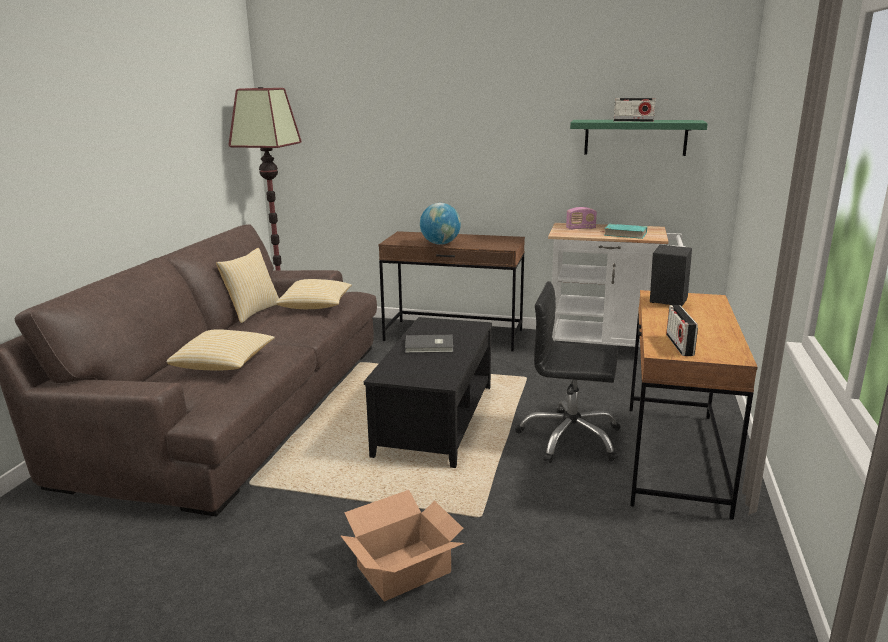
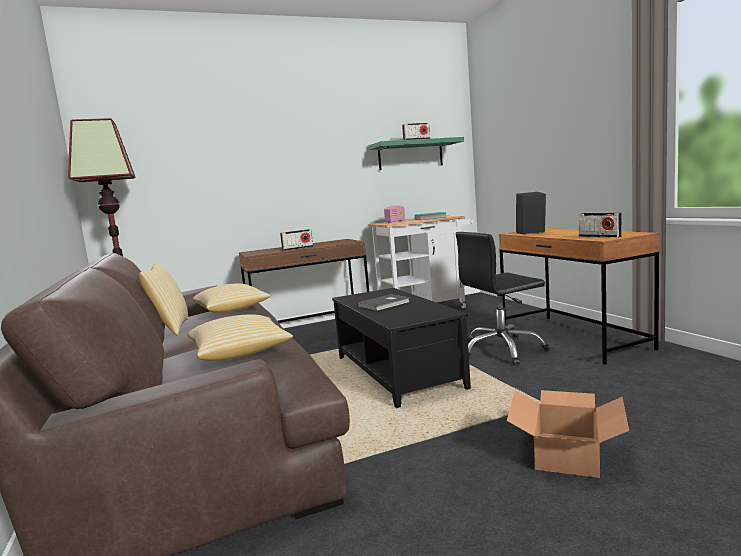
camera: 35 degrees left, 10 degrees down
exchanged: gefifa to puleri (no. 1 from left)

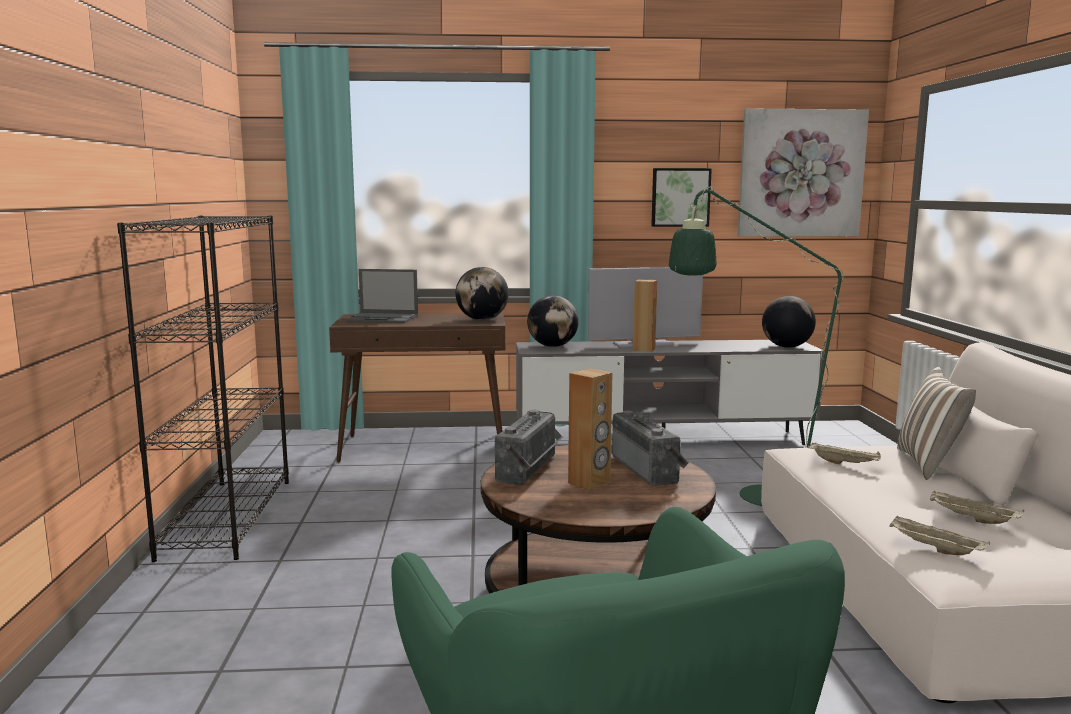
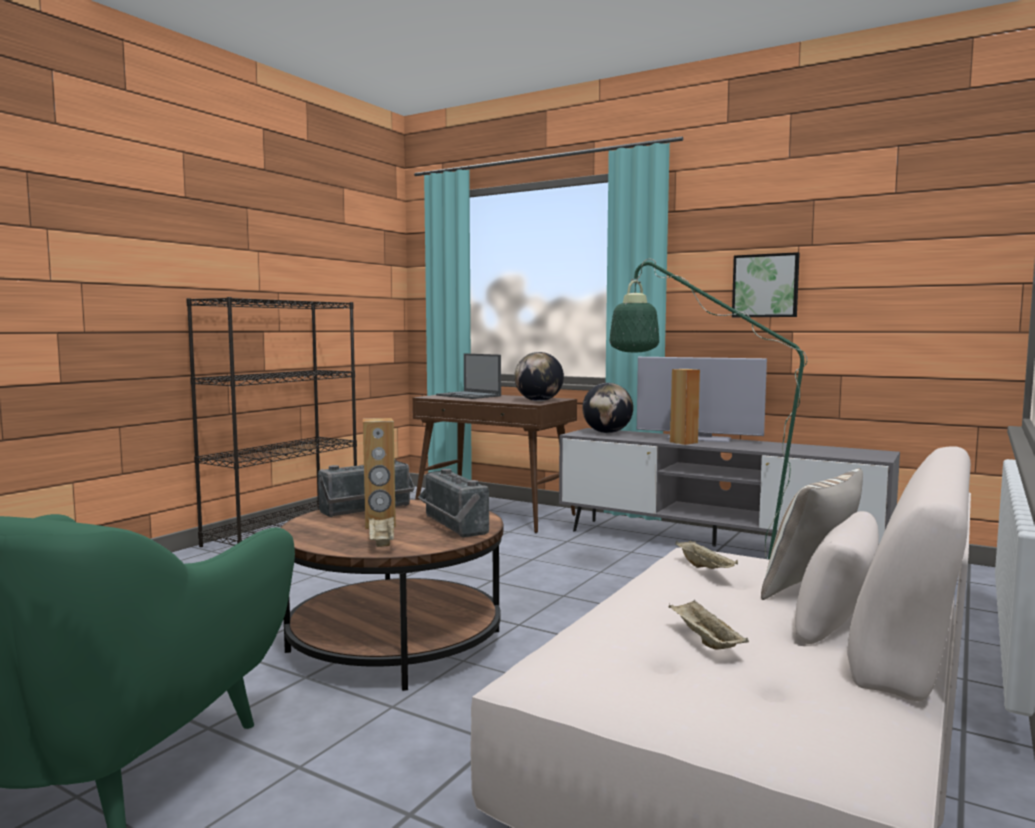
camera: 35 degrees right, 5 degrees down
missing: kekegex (no. 2 from left); gefifa (no. 3 from left)
relocated: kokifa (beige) (no. 2 from left in the first image) to kokifa (beige) (no. 1 from left)
spun: puleri (no. 2 from left) 135 degrees clockwise

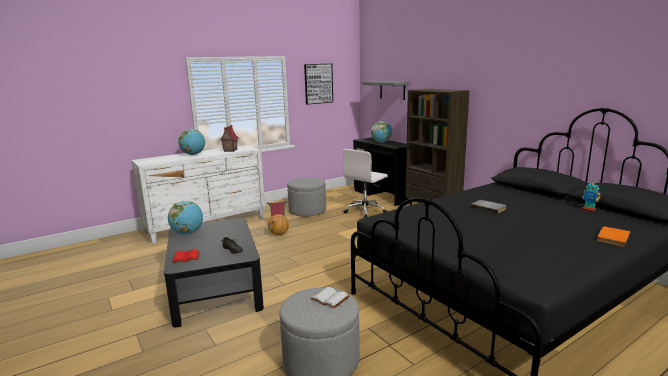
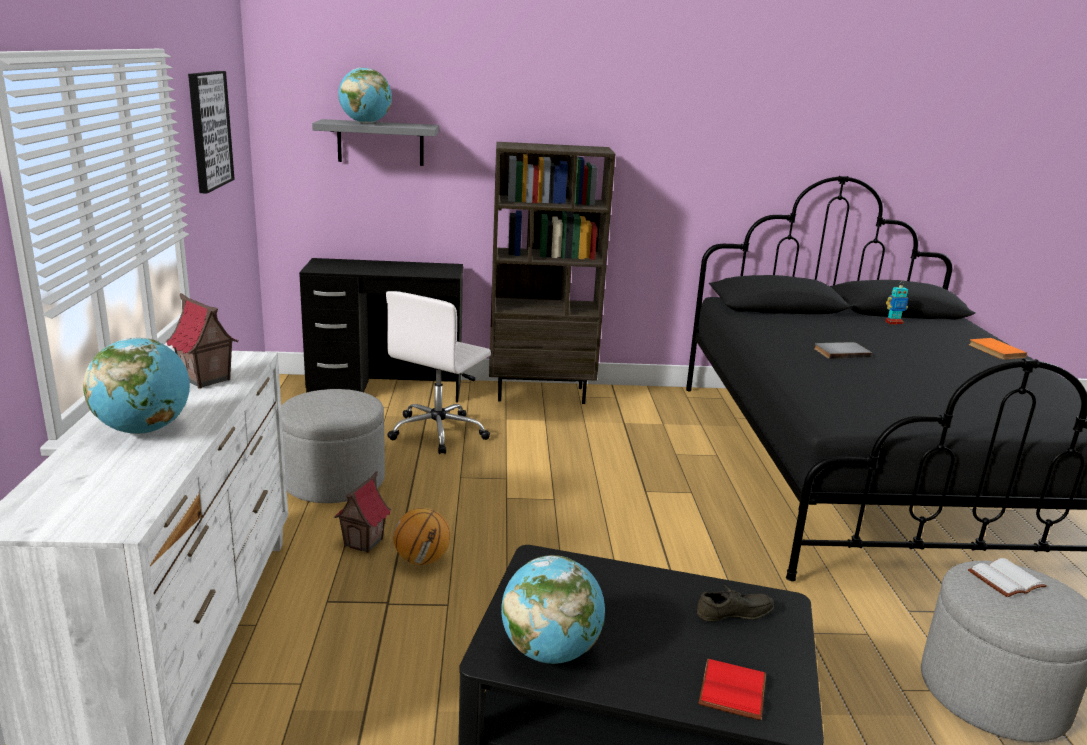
camera: 60 degrees left, 5 degrees up
relocated: gefifa (no. 3 from left in the first image) to gefifa (no. 2 from left)
spun: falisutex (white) 45 degrees clockwise

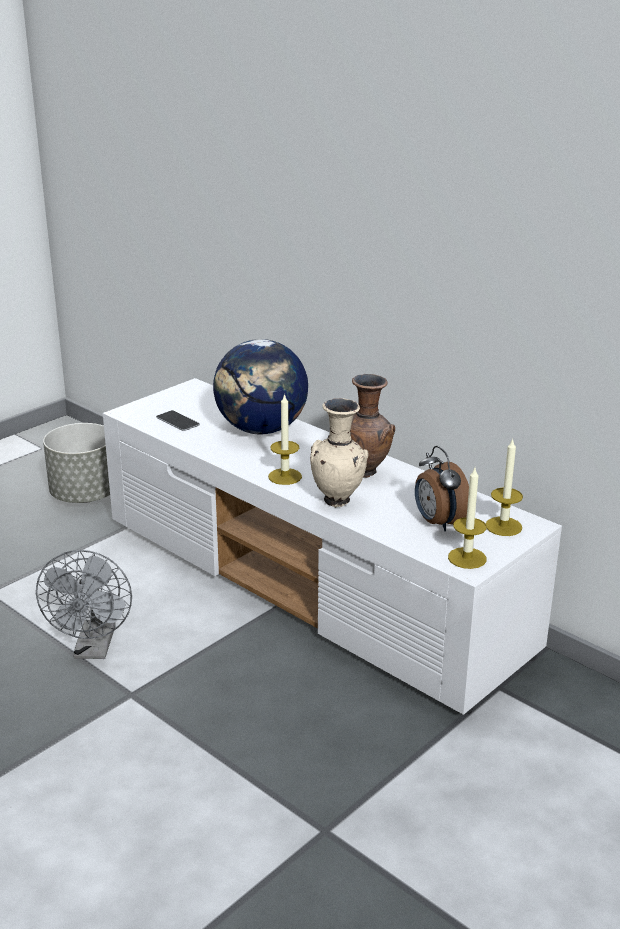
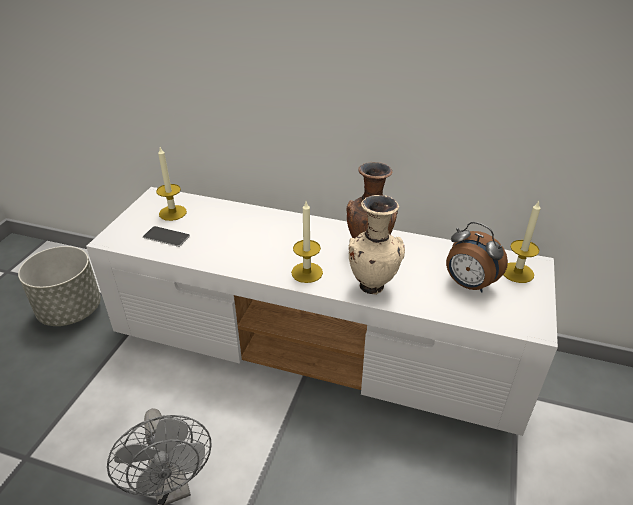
camera: 25 degrees left, 10 degrees up
missing: gefifa
relocated: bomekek (no. 2 from left in the first image) to bomekek (no. 1 from left)

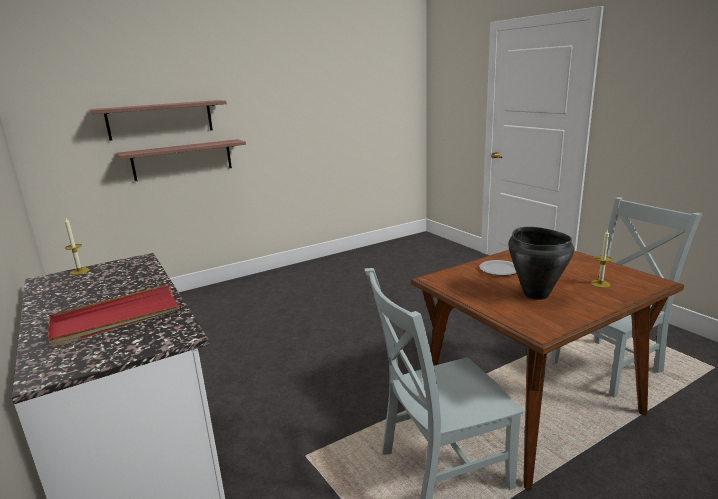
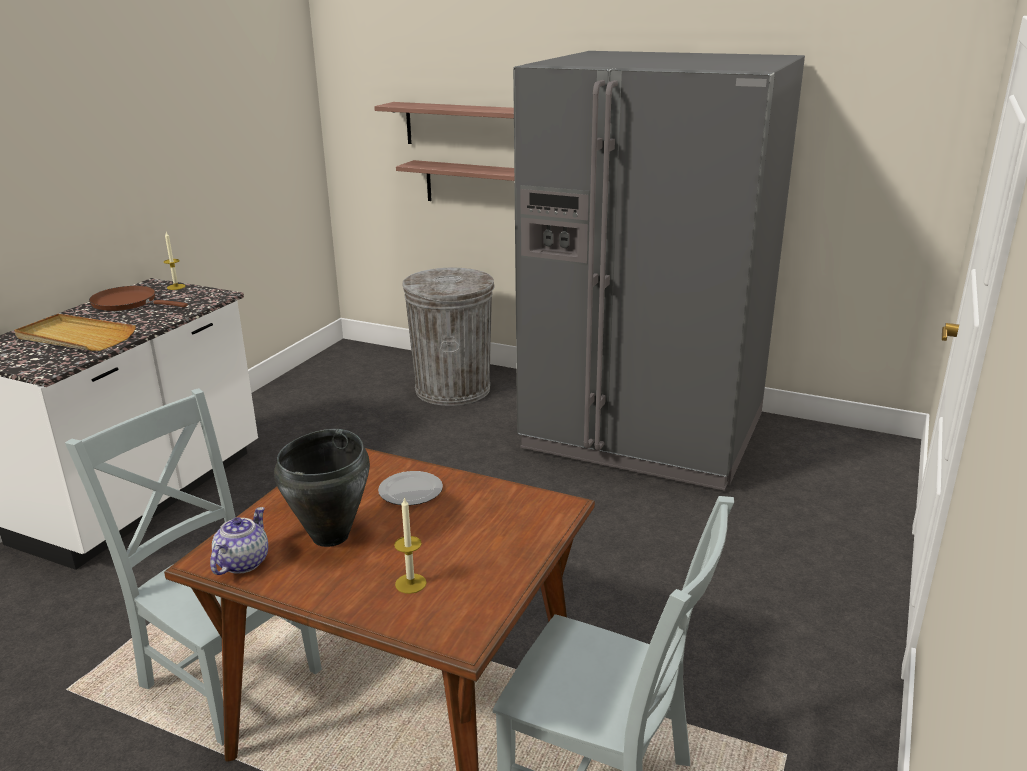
camera: 55 degrees right, 5 degrees up
appeared: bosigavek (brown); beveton; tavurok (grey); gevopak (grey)
colour: kokifa (red) to kokifa (beige)

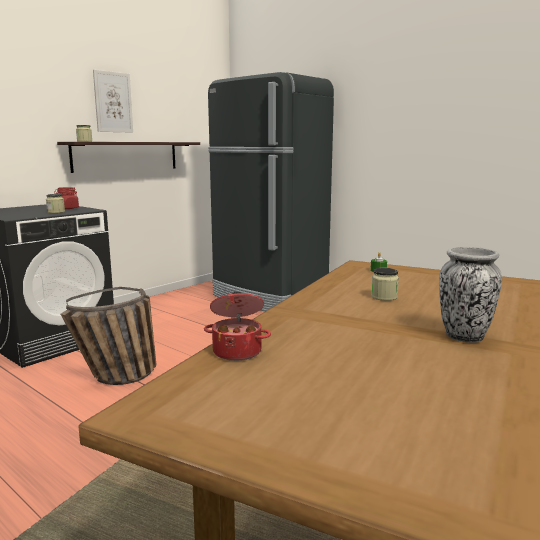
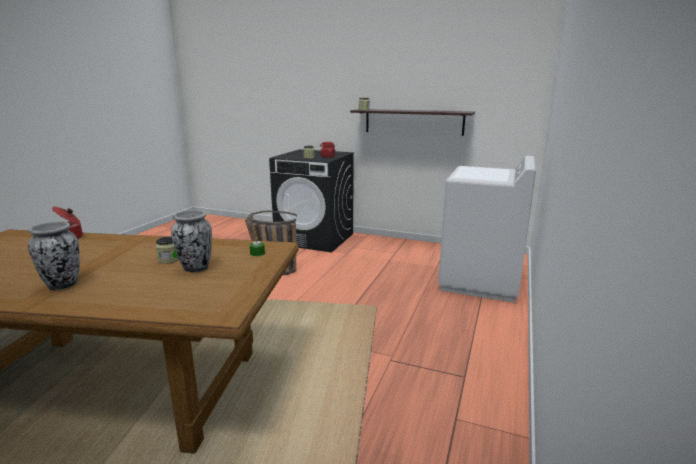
camera: 70 degrees right, 5 degrees up
missing: kekegex
appeared: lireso (no. 2 from left)
exchanged: gevopak (black) to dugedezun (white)

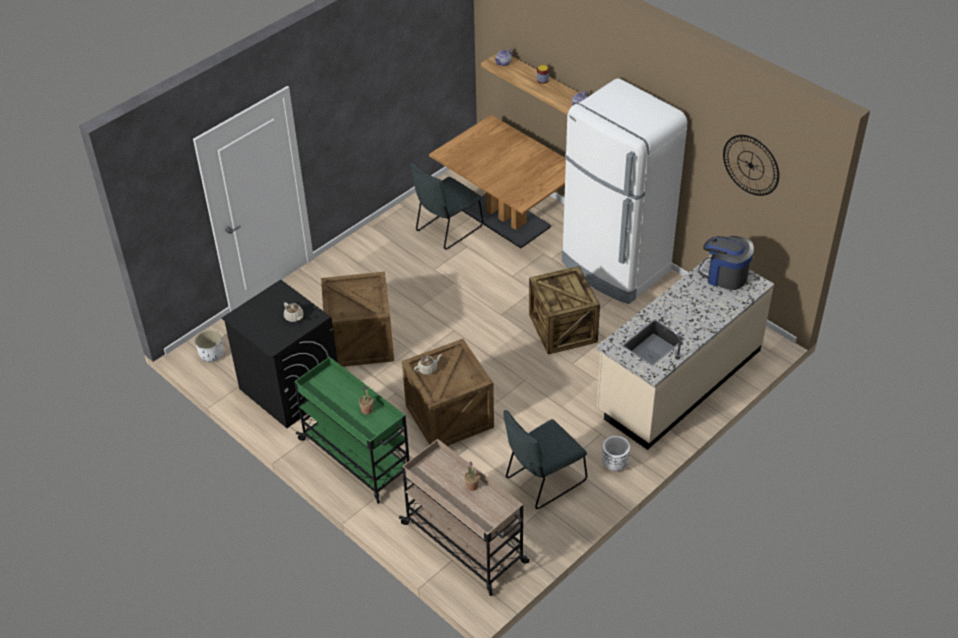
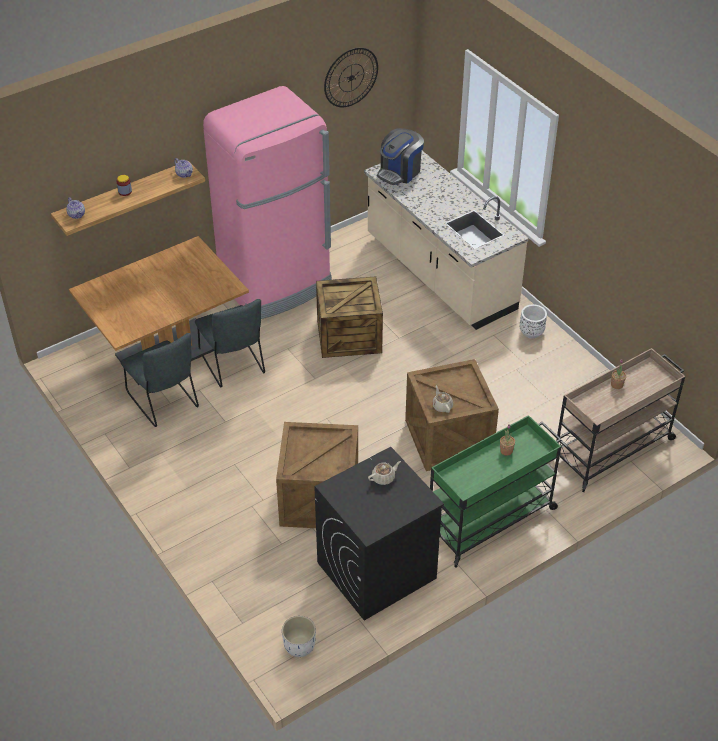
camera: 80 degrees left, 0 degrees up
relocated: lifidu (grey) (no. 2 from left)
colour: gevopak (white) to gevopak (pink)

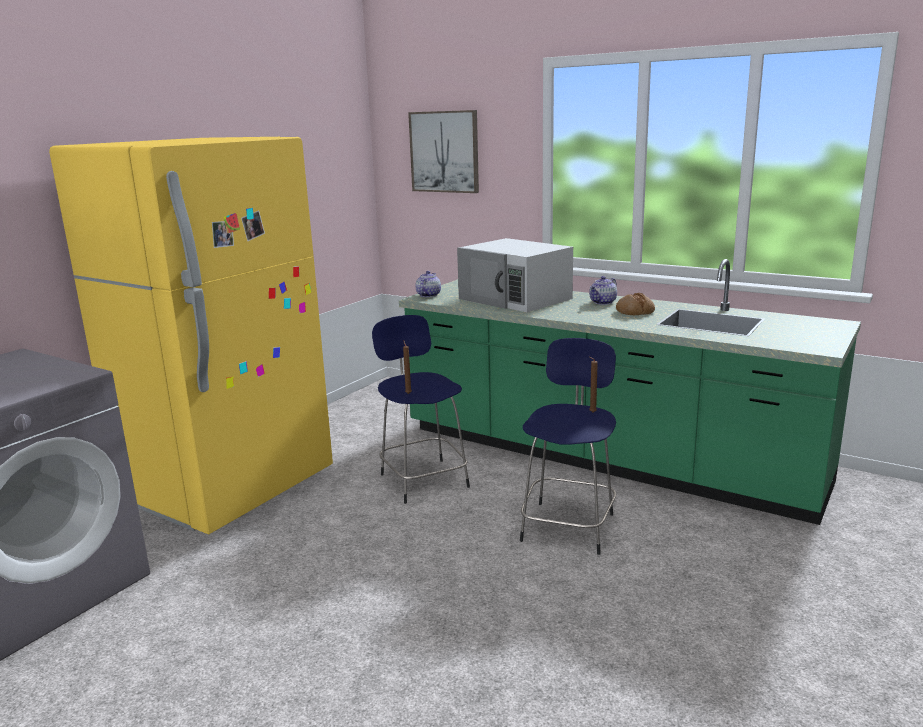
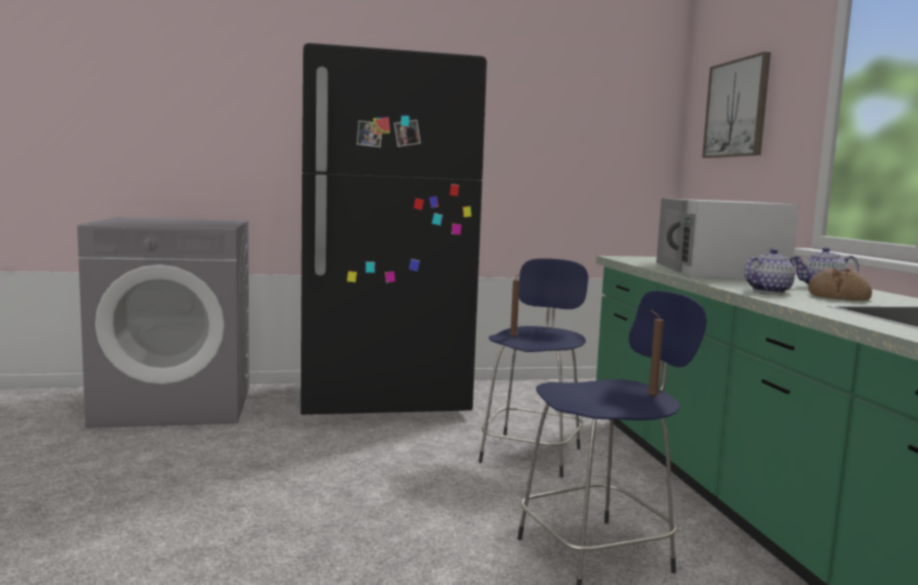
camera: 45 degrees right, 10 degrees down
relocated: beveton (no. 1 from left)
colour: gevopak (yellow) to gevopak (black)

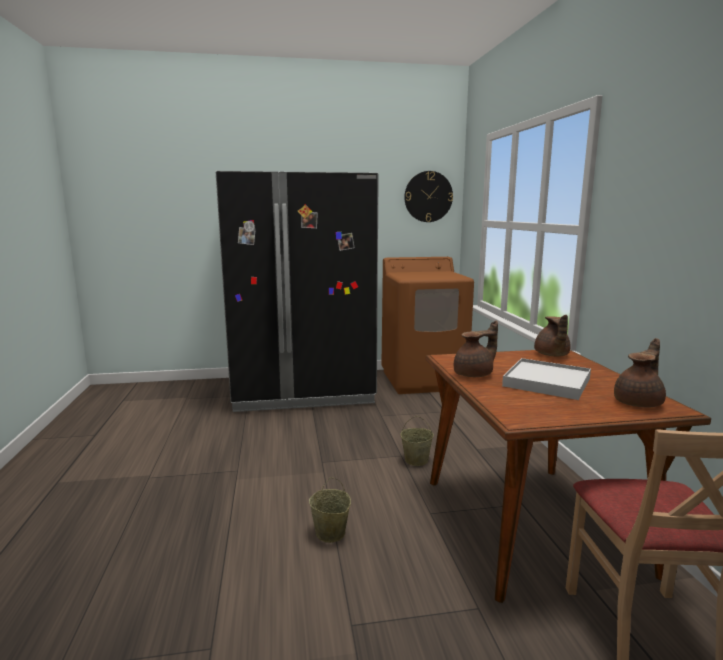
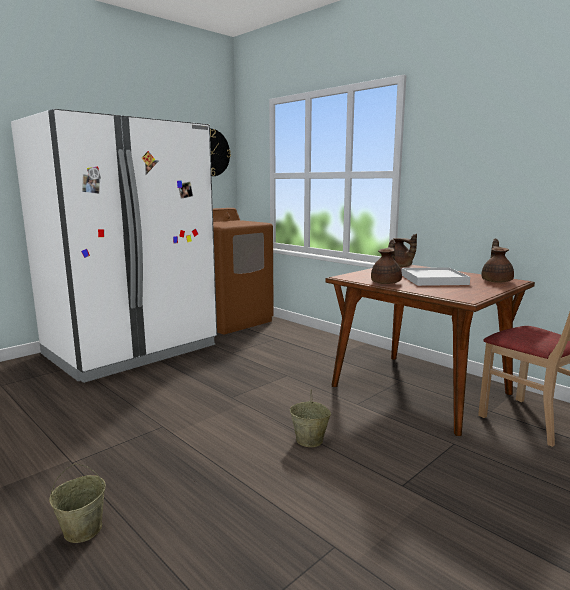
camera: 35 degrees left, 0 degrees up
relocated: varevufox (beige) (no. 2 from left in the first image) to varevufox (beige) (no. 1 from left)
colour: gevopak (black) to gevopak (white)

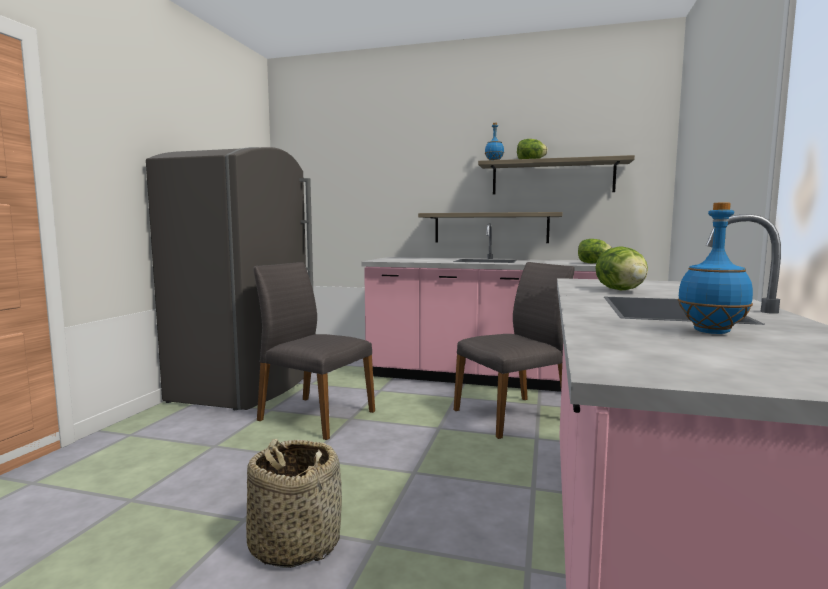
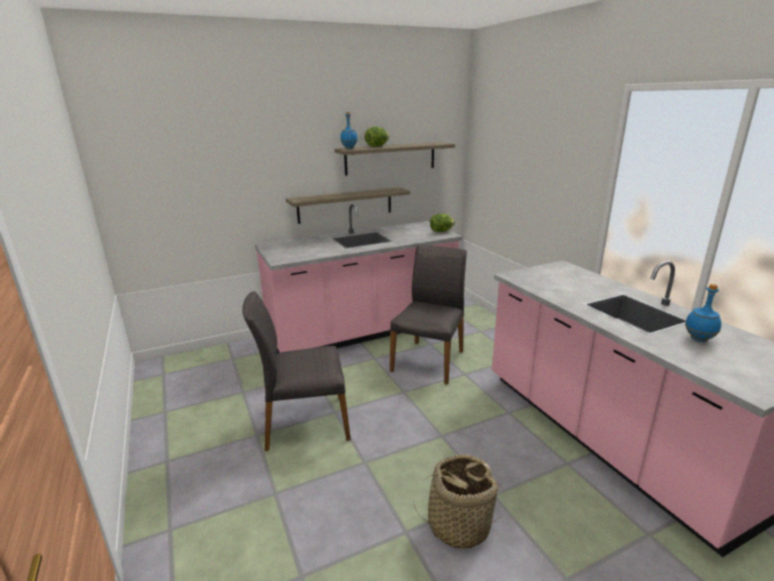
camera: 40 degrees left, 15 degrees up
missing: gevopak (grey); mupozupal (no. 3 from left)

